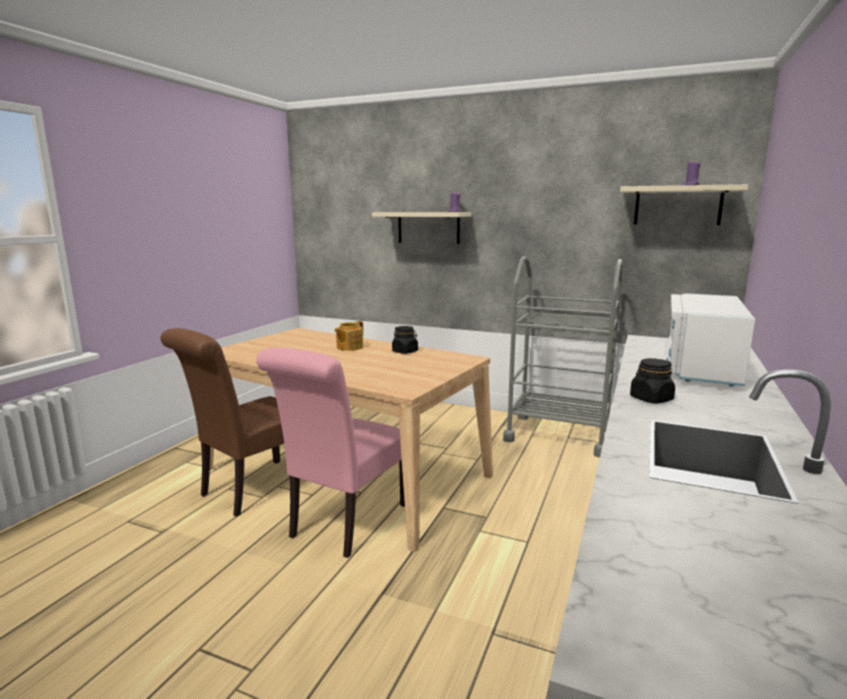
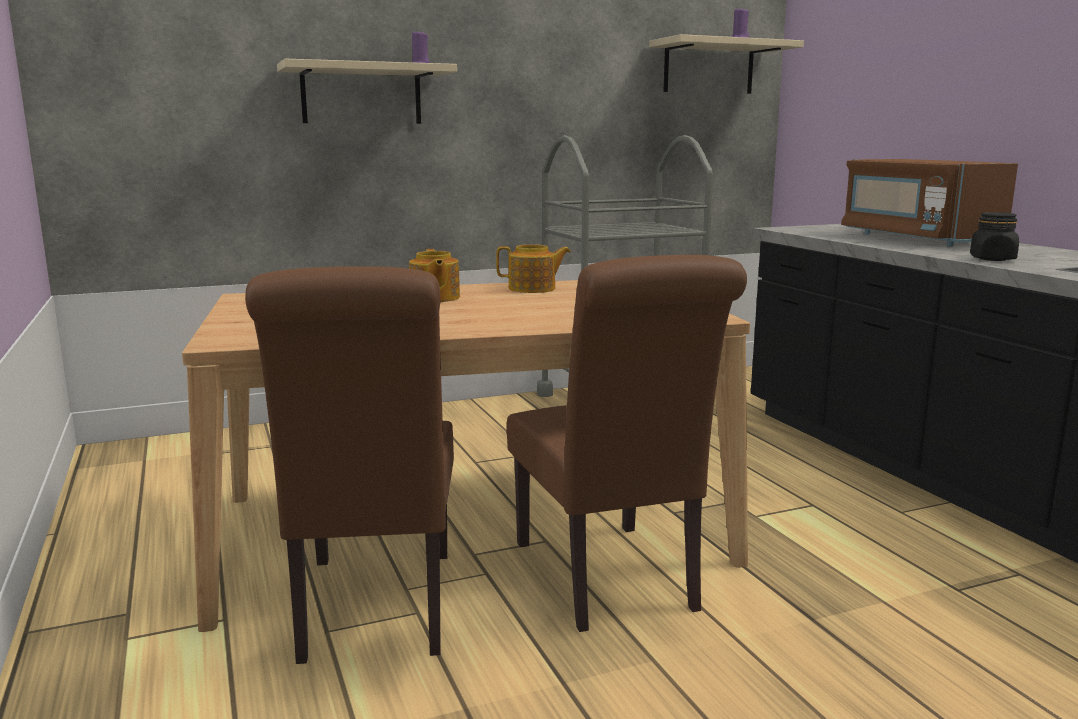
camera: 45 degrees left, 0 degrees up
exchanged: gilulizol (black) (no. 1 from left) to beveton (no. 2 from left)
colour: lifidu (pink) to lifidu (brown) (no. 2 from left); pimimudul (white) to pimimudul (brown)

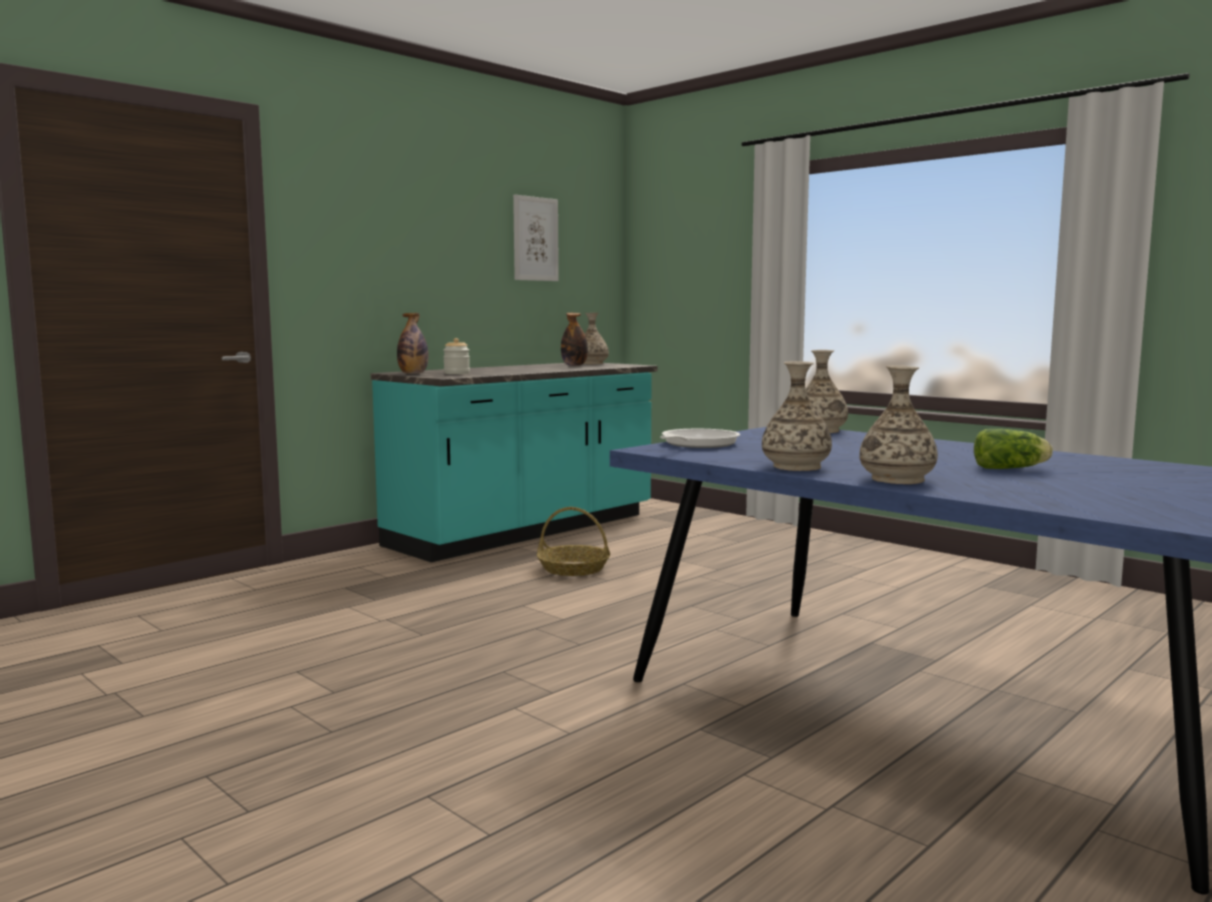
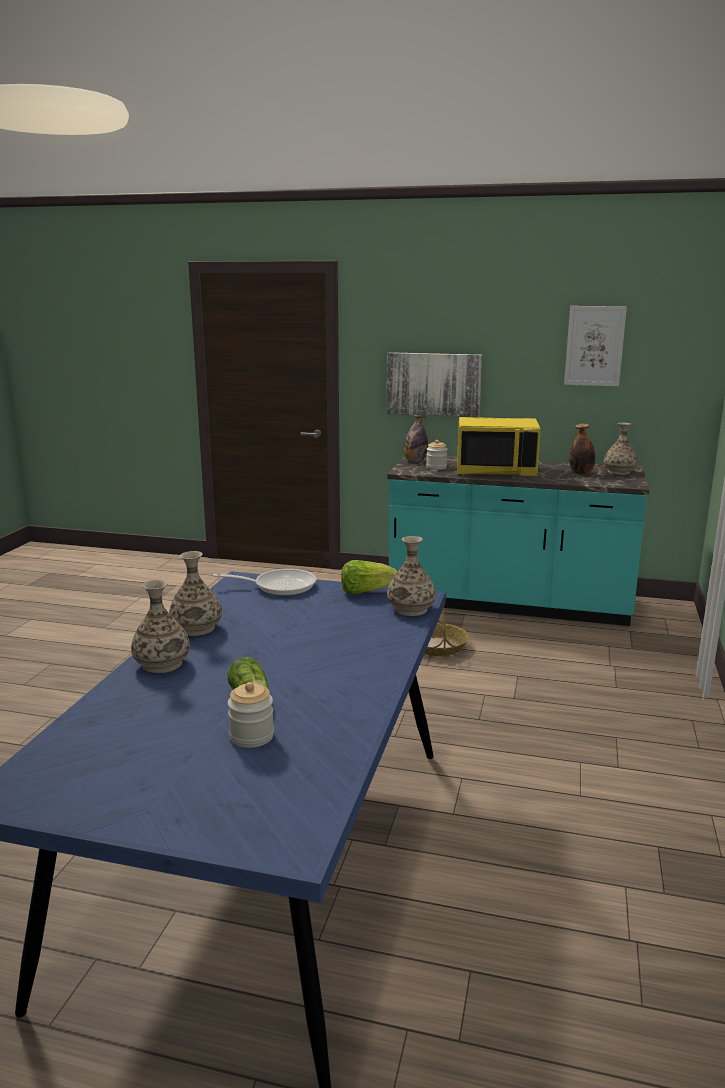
camera: 60 degrees right, 10 degrees up
appeared: gilulizol (no. 1 from left); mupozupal (no. 2 from left); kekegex (no. 1 from left); pimimudul (yellow)

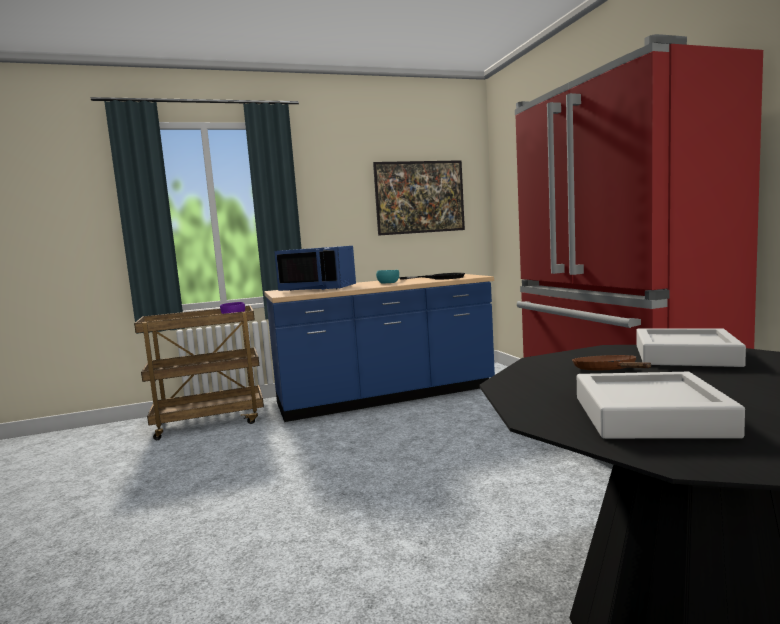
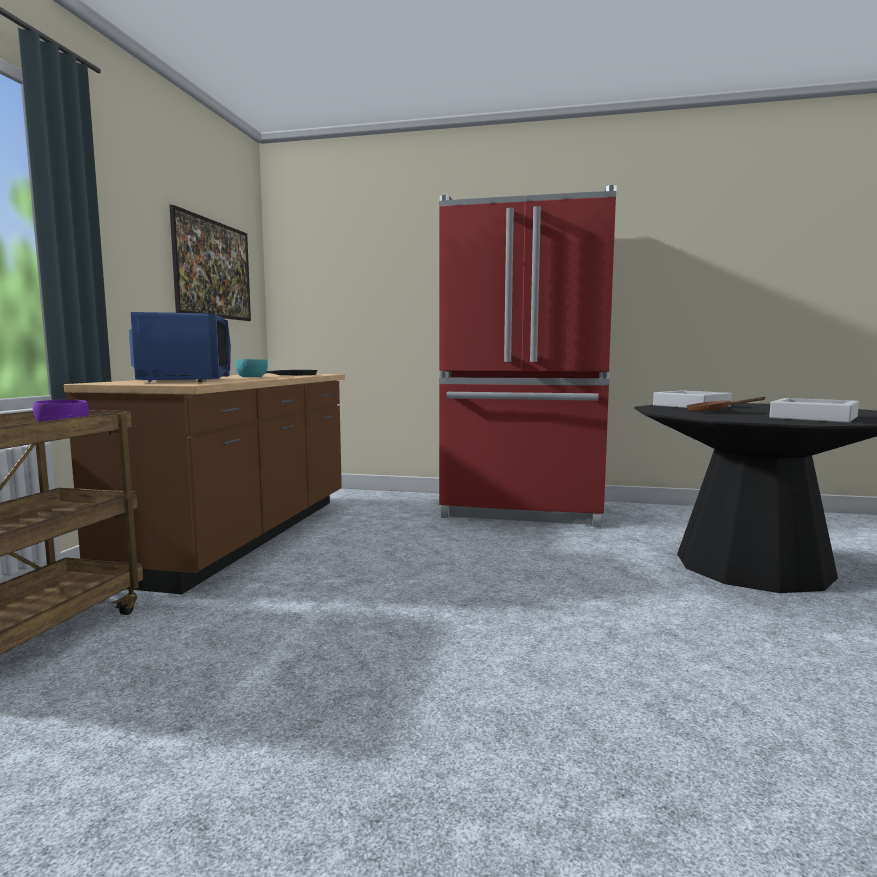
camera: 60 degrees left, 0 degrees up
colour: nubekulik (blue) to nubekulik (brown)
spun: pimimudul (blue) 60 degrees counterclockwise

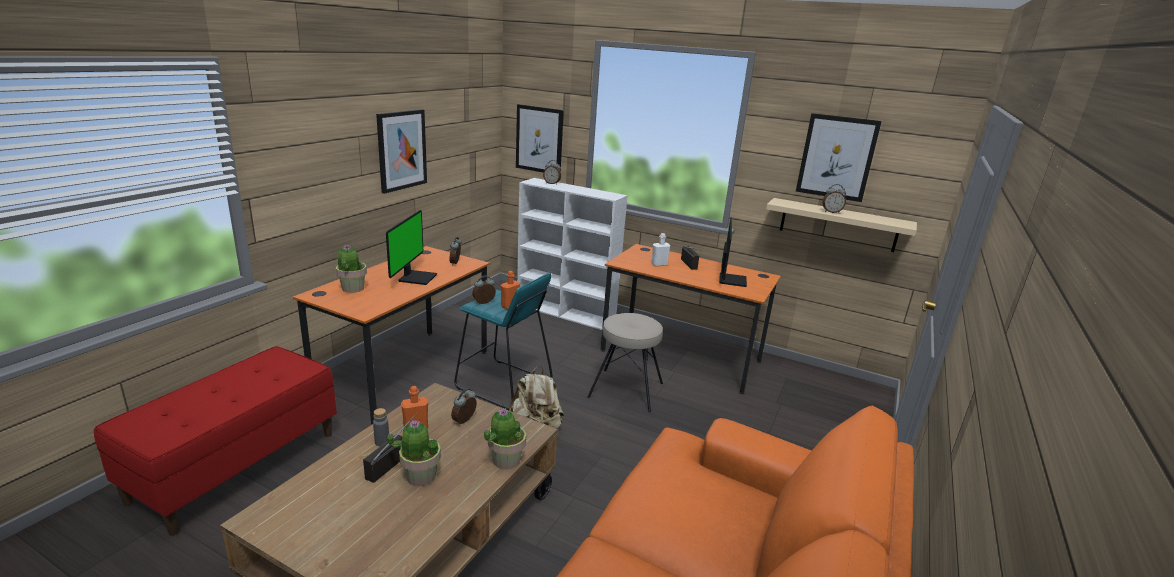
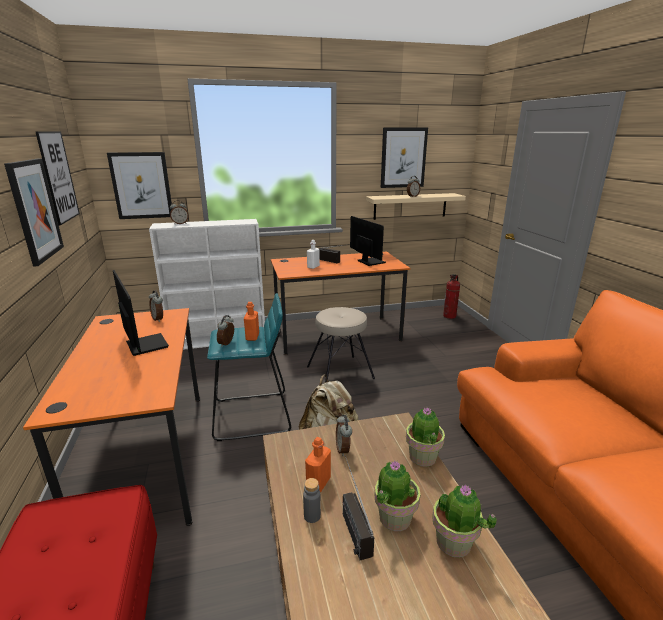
camera: 40 degrees left, 0 degrees up
appeared: kekegex (no. 2 from left); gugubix
relocated: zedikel (no. 1 from left in the first image) to zedikel (no. 3 from left)

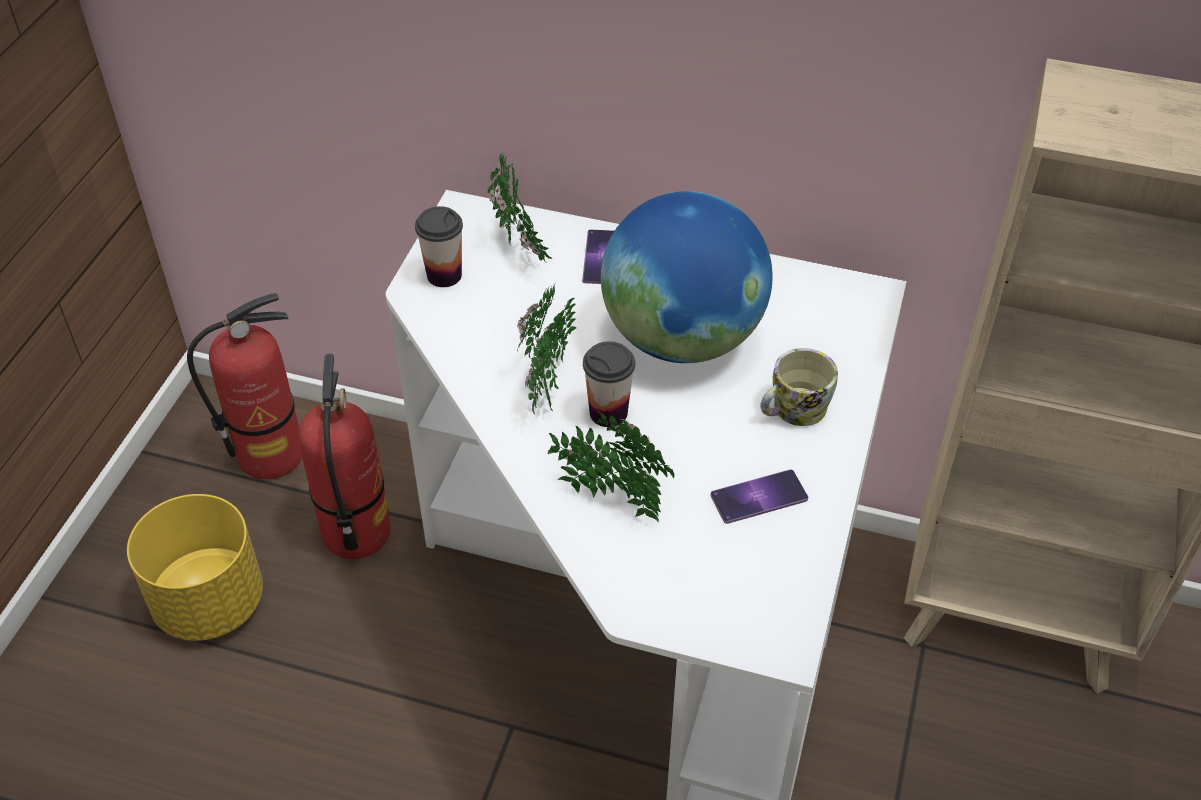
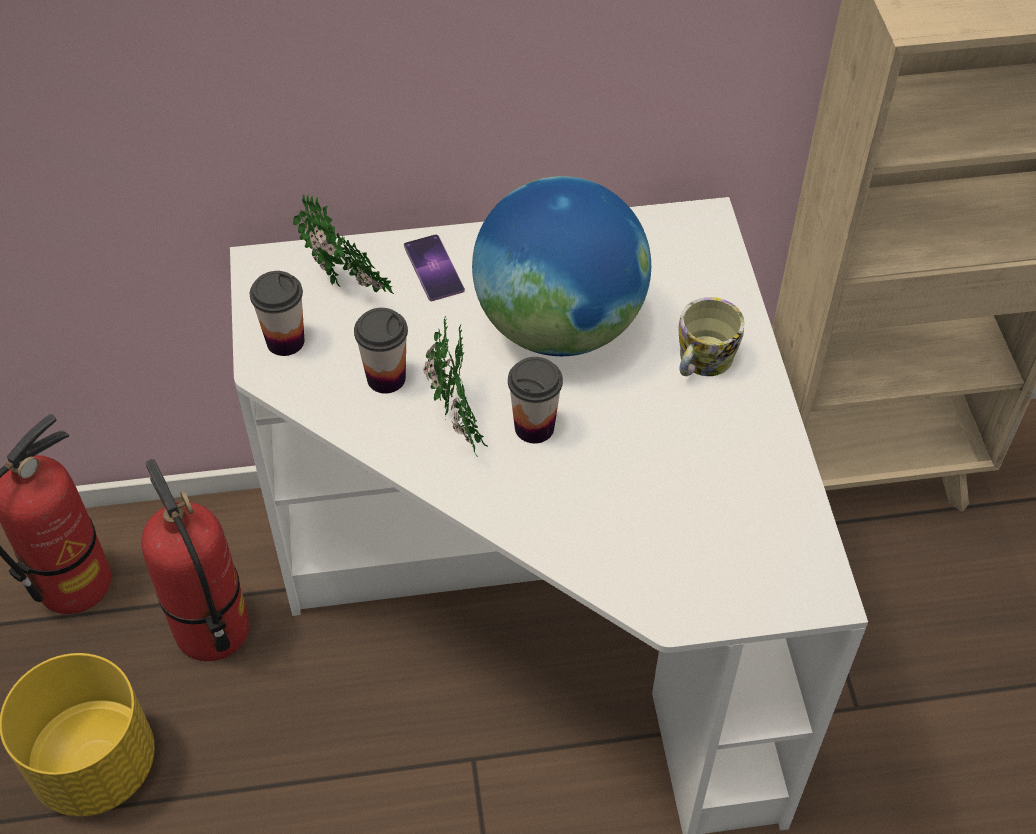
camera: 25 degrees left, 5 degrees up
missing: zedikel (no. 3 from left); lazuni (no. 2 from left)
appeared: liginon (no. 2 from left)

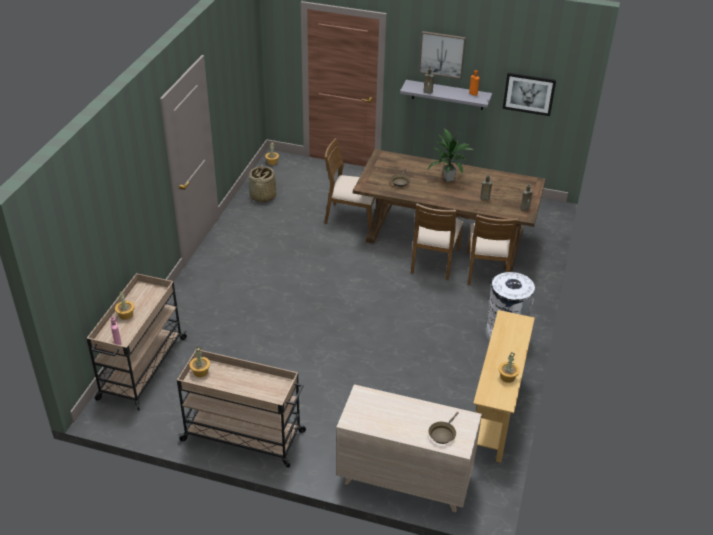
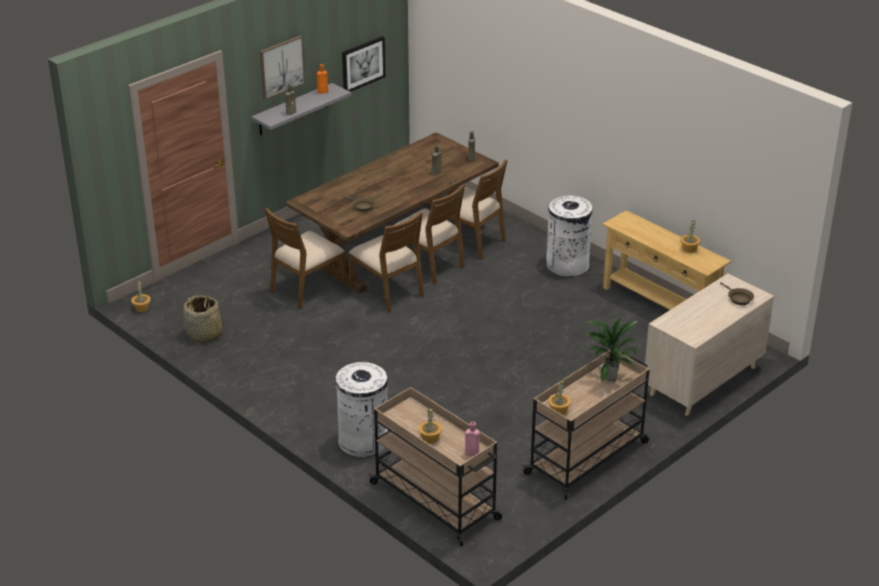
camera: 60 degrees left, 5 degrees down
appeared: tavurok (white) (no. 1 from left); lifidu (brown) (no. 2 from left)
relocated: zedikel (no. 4 from left)

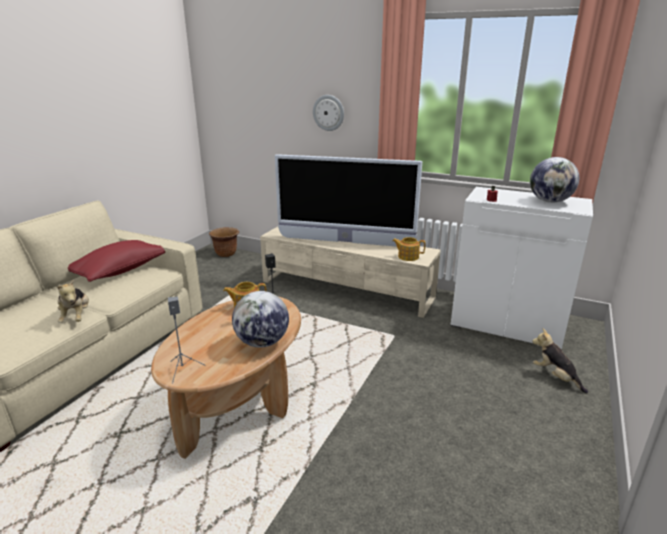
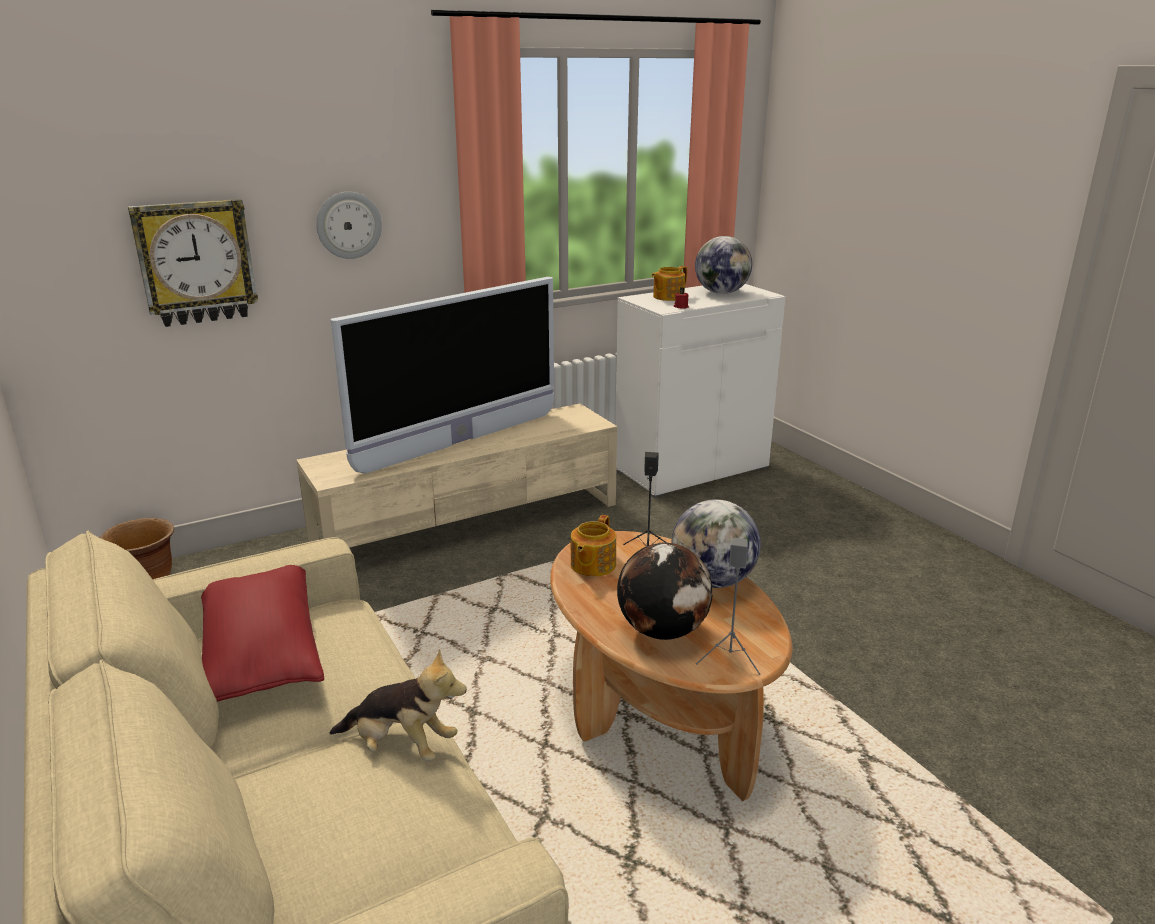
camera: 55 degrees left, 0 degrees up
missing: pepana (no. 2 from left)
appeared: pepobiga (no. 1 from left); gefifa (no. 1 from left)
relocated: beveton (no. 2 from left)

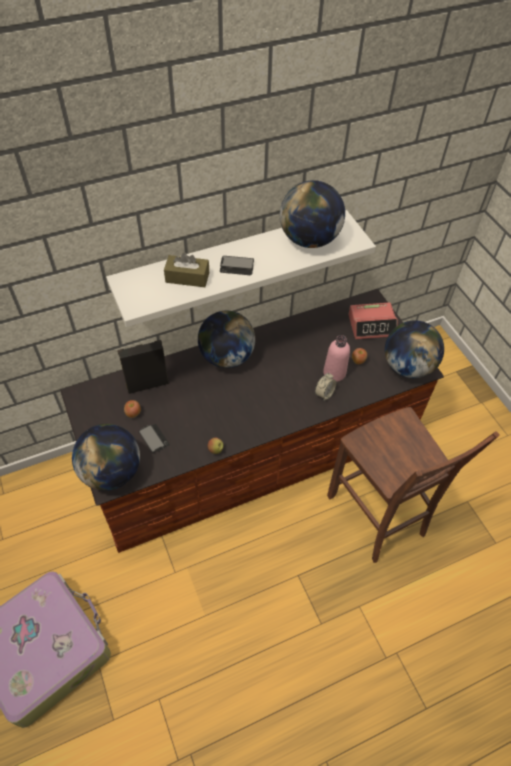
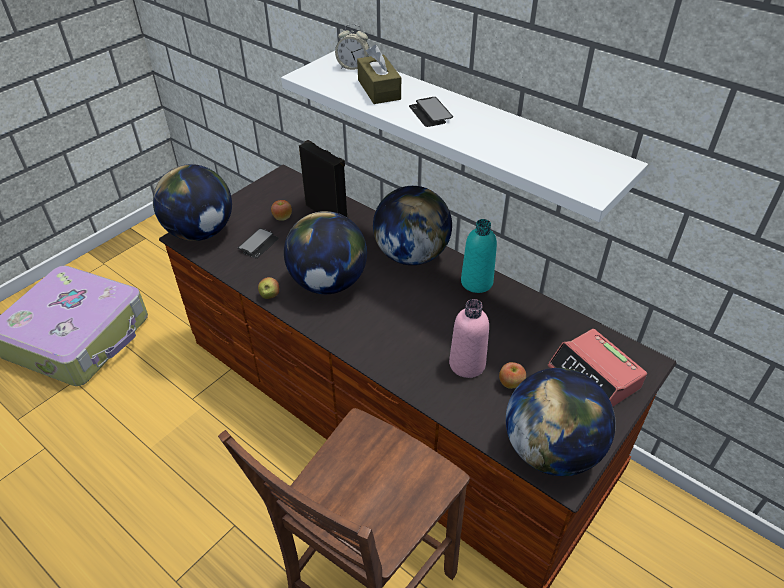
camera: 65 degrees right, 10 degrees down
appeared: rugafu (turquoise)
relocated: gefifa (no. 3 from left in the first image) to gefifa (no. 2 from left); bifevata (no. 1 from left)

